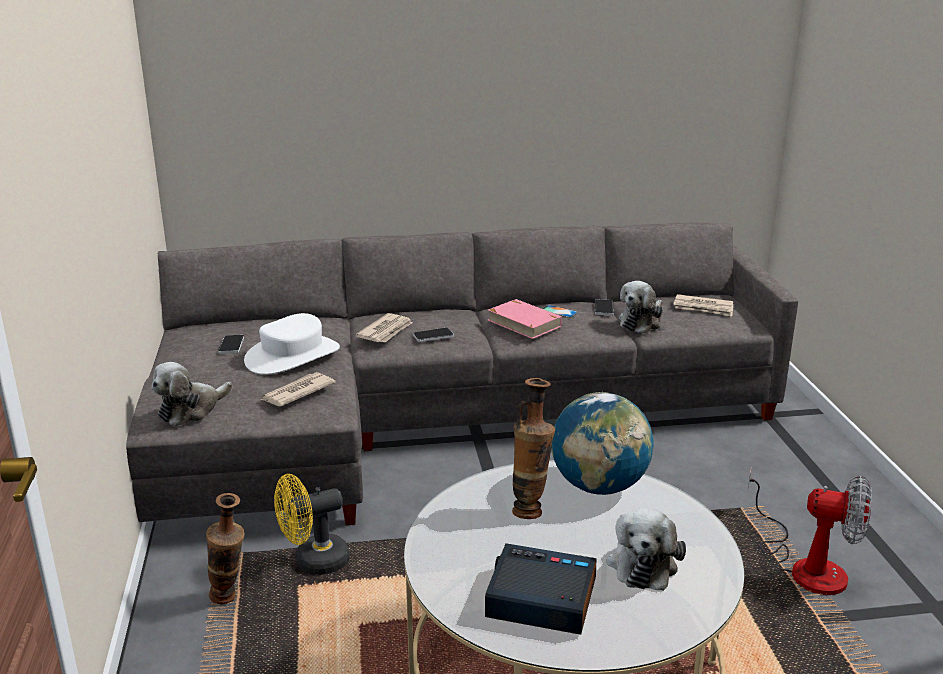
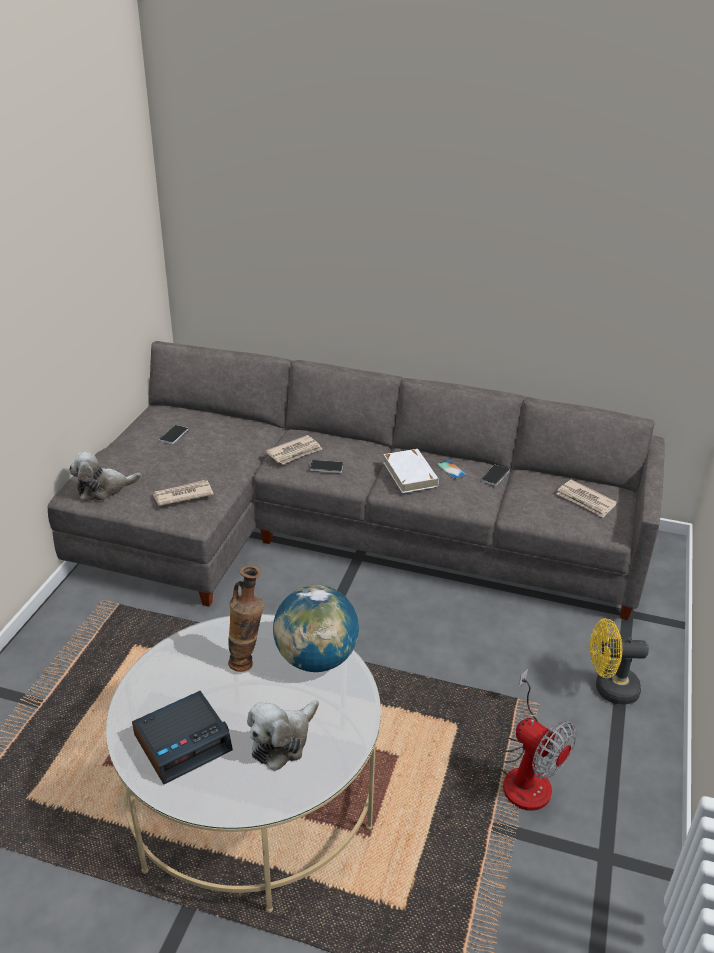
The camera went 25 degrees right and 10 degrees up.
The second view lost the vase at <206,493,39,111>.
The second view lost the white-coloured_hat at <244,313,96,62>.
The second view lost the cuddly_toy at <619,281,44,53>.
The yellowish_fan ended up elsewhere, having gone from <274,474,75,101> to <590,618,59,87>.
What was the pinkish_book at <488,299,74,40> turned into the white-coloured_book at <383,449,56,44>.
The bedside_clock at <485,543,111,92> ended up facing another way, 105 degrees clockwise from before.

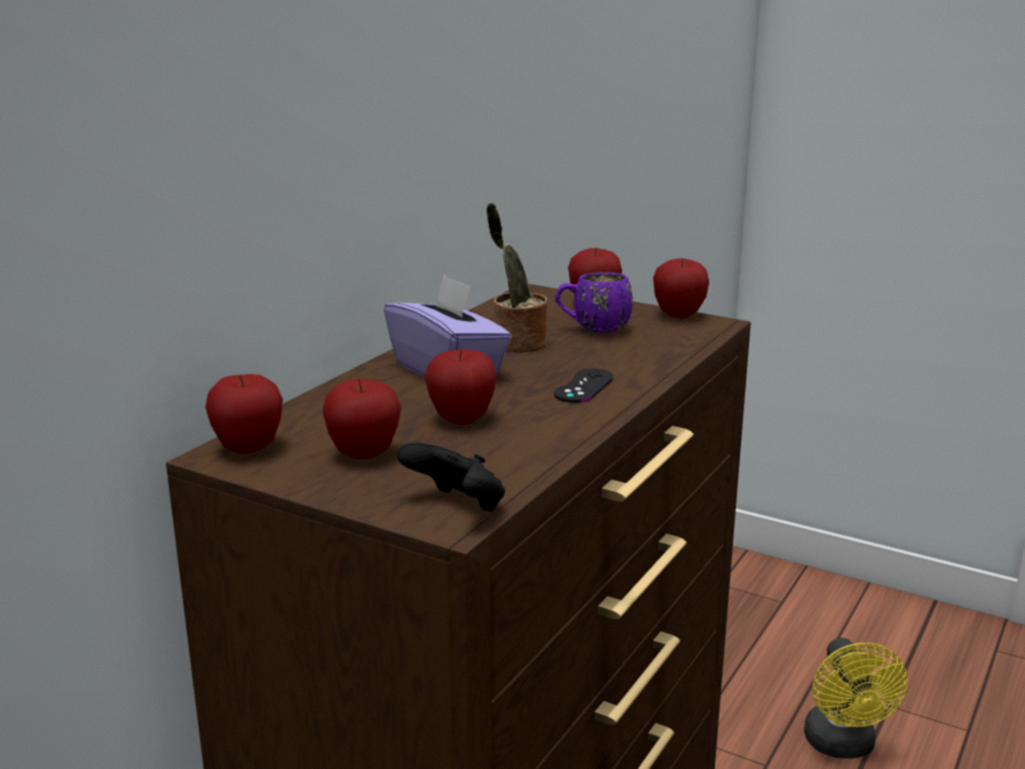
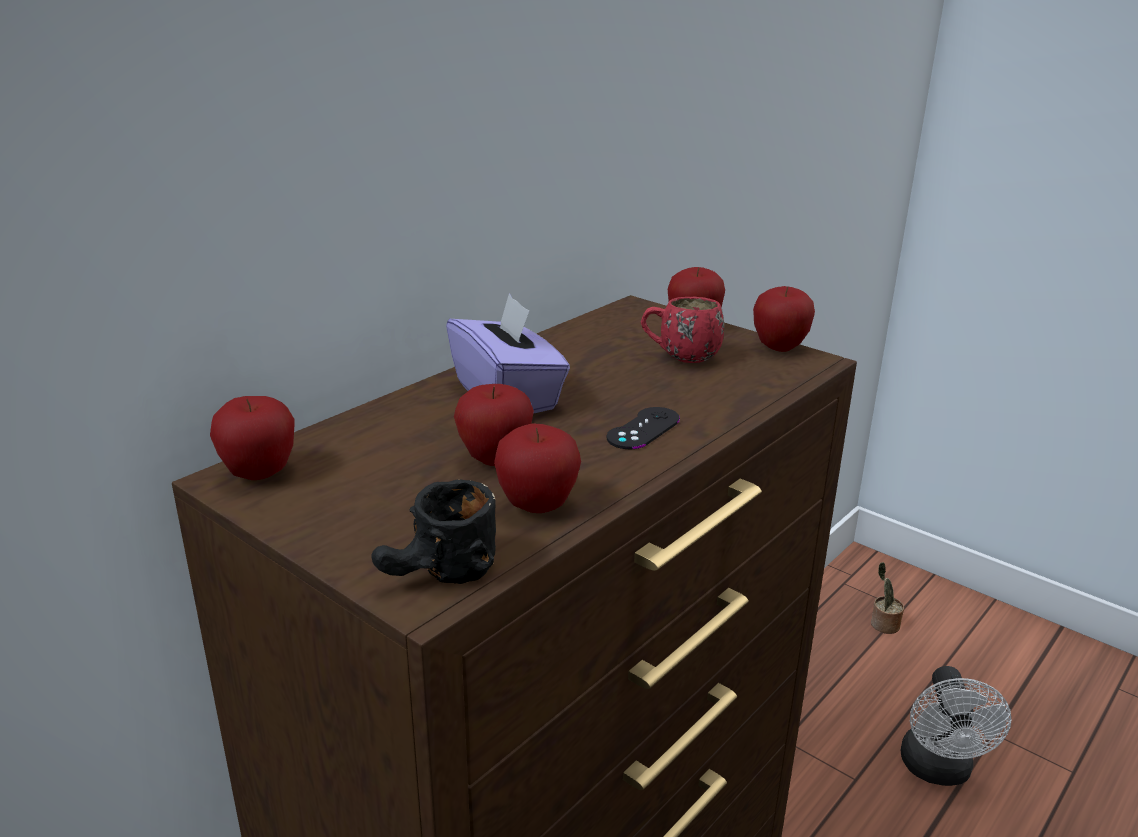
The camera went 10 degrees right and 5 degrees up.
The apple_fruit ended up elsewhere, having gone from <323,379,78,80> to <494,423,87,90>.
The plant_in_a_pot ended up elsewhere, having gone from <487,203,60,149> to <871,562,33,72>.
Where the blackish_game_controller stood at <397,442,108,70>, the blackish_mug came to stand at <371,480,125,104>.
What was the purple_mug at <555,272,78,61> turned into the red-coloured_mug at <641,297,83,66>.
What was the yellowish_fan at <804,638,104,121> turned into the white-coloured_fan at <901,666,110,120>.

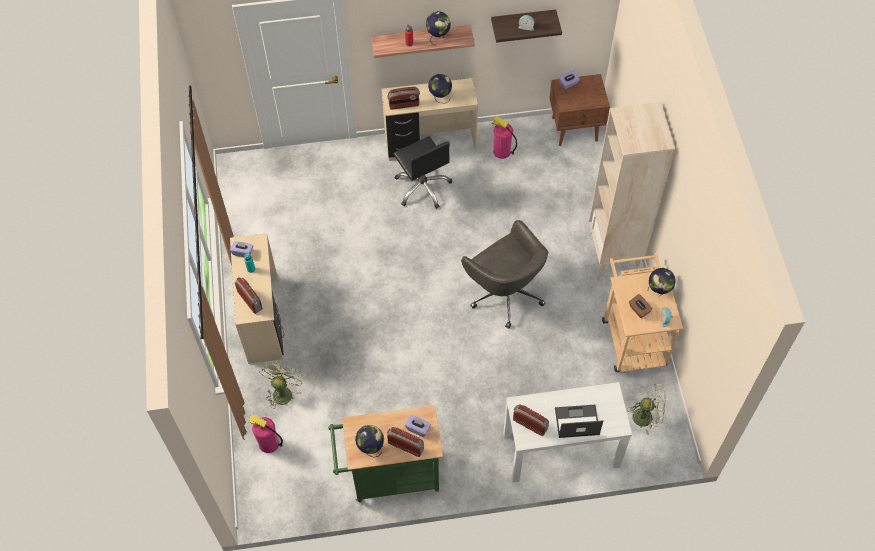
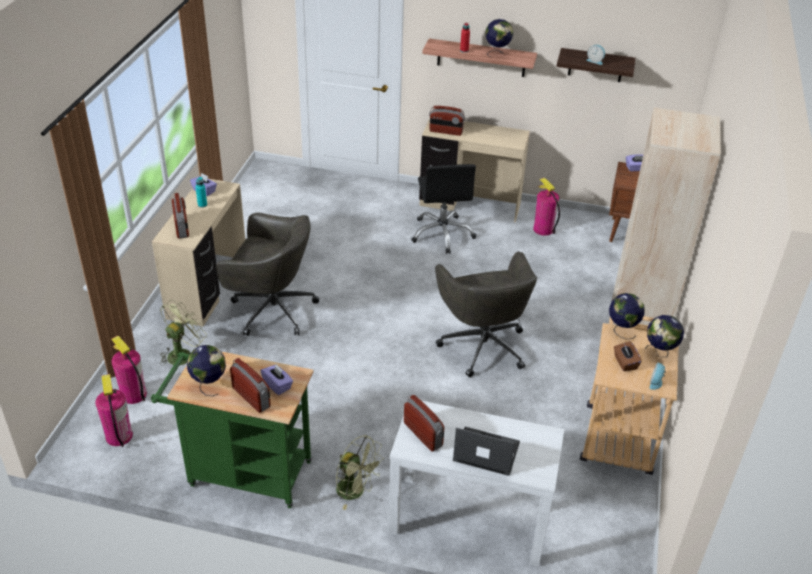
The camera went 20 degrees right and 20 degrees down.
The second view gained the extinguisher at <95,374,38,73>.
The second view gained the gray_office_chair at <216,213,103,123>.
The desk_globe ended up elsewhere, having gone from <428,74,24,29> to <609,293,36,46>.
The greenish_fan ended up elsewhere, having gone from <628,383,38,52> to <336,435,48,75>.

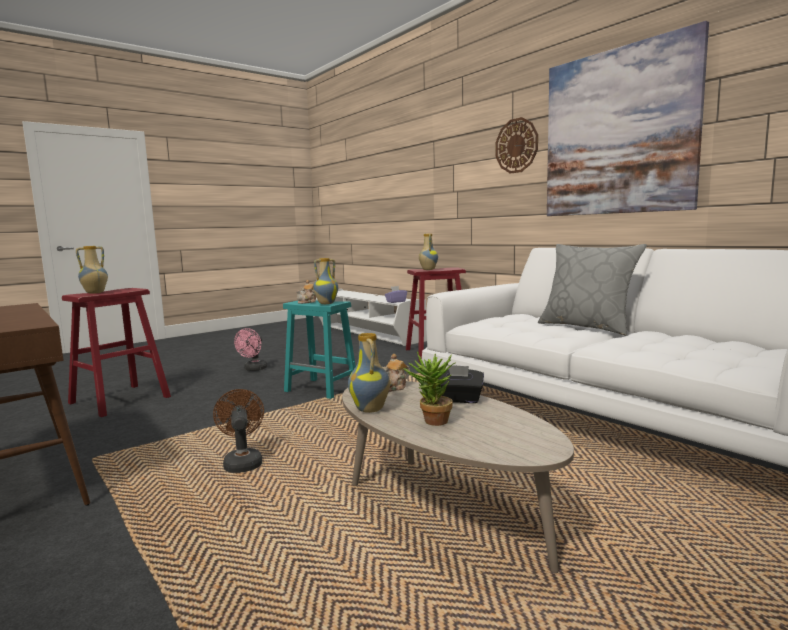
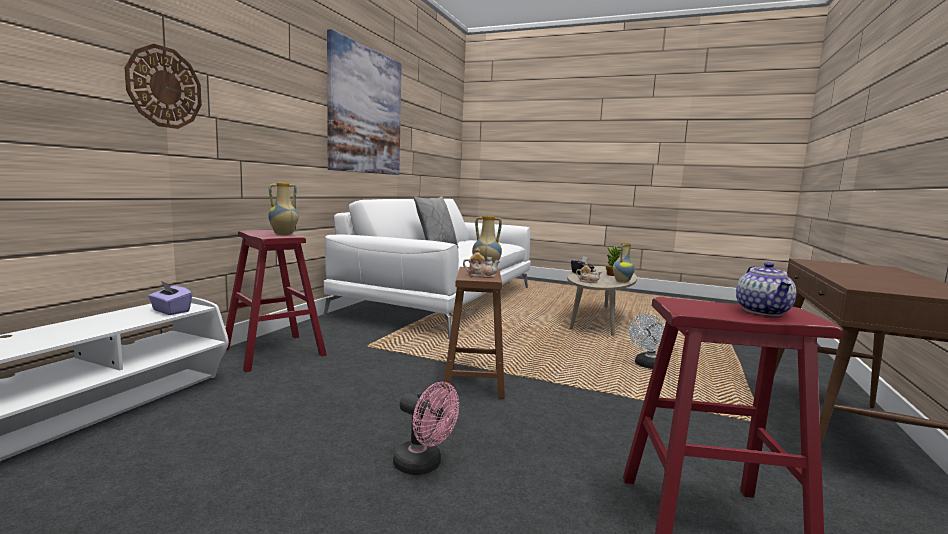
The camera went 120 degrees left and 0 degrees up.
The hanging_clock ended up elsewhere, having gone from <495,117,43,57> to <125,44,77,85>.
Where the vase stood at <76,246,32,48>, the tea_pot came to stand at <736,262,60,54>.
What was the brown_fan at <213,389,51,84> turned into the white-coloured_fan at <629,313,36,56>.
What was the blue-green_stool at <283,300,73,99> turned into the brown_stool at <443,267,62,132>.
The pinkish_fan at <234,328,34,43> ended up facing another way, 45 degrees clockwise from before.

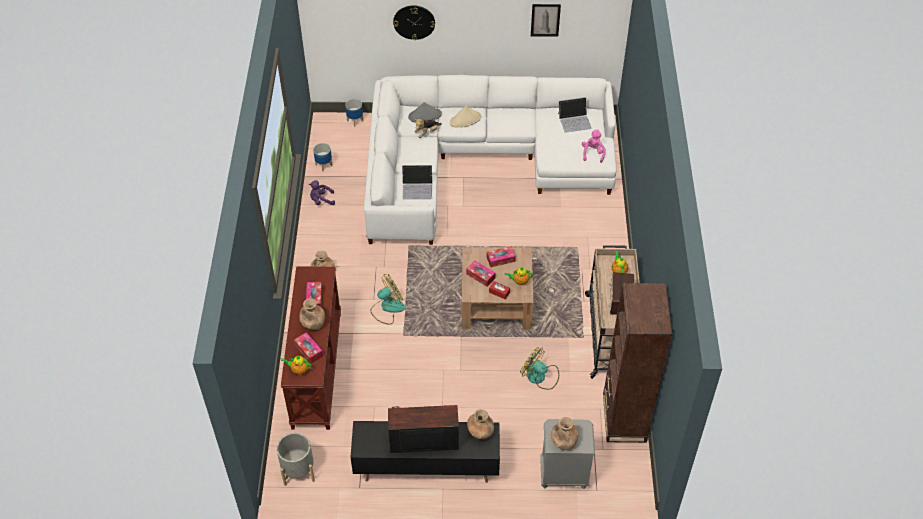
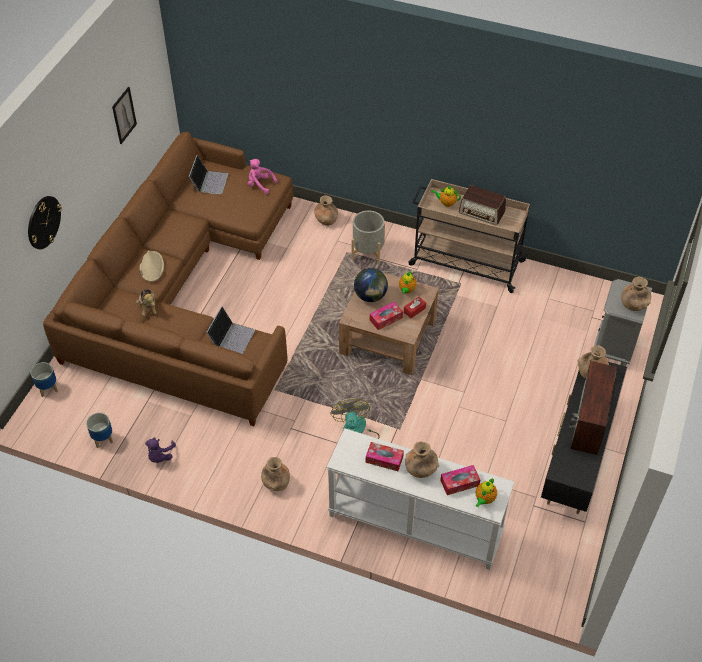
The camera went 70 degrees left and 0 degrees up.
The second view lost the gray_hat at <408,102,34,21>.
The second view lost the fan at <520,347,39,43>.
The second view lost the brown_shelving_unit at <603,283,69,160>.
The second view gained the brown_vase at <314,196,24,30>.
The gray_plant_pot ended up elsewhere, having gone from <276,432,39,54> to <352,211,33,52>.
Where the tissue_holder stood at <487,246,29,21>, the desk_globe came to stand at <354,268,34,34>.
What was the brown_console_table at <281,266,60,164> turned into the white-coloured_console_table at <327,428,187,142>.
What was the white-coloured_settee at <364,75,253,170> turned into the brown_settee at <43,132,250,294>.

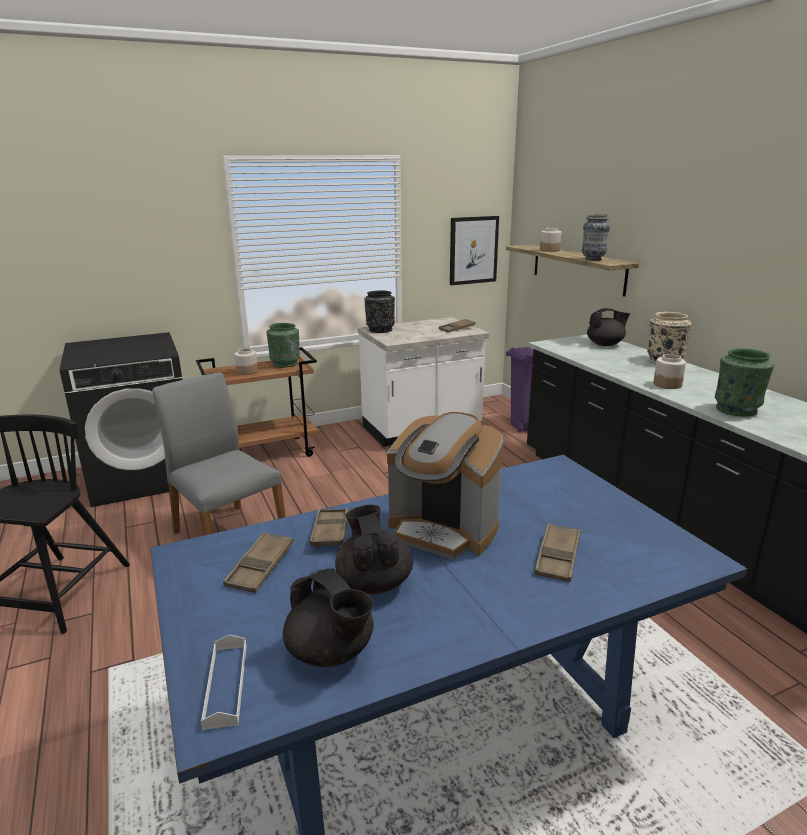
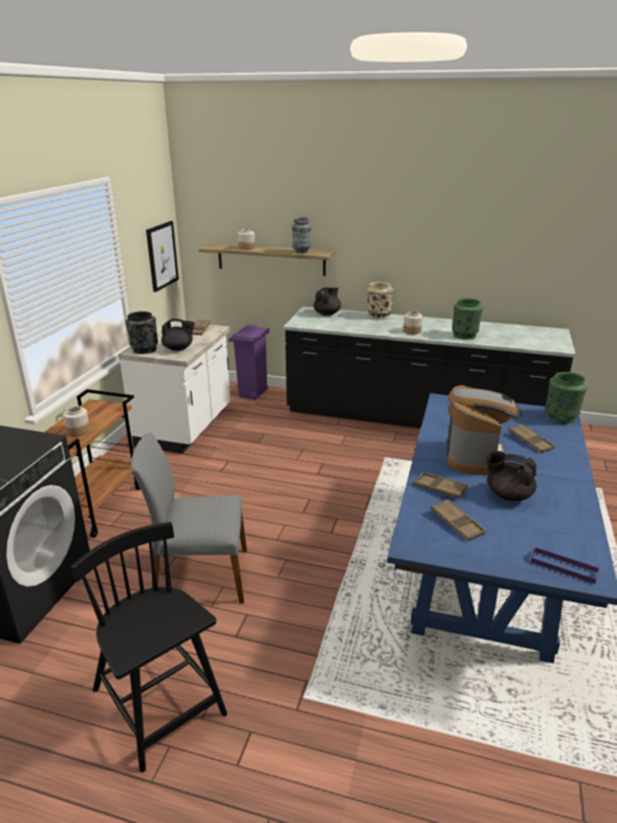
The camera went 50 degrees left and 5 degrees up.
The greenish_vase ended up elsewhere, having gone from <266,323,34,45> to <545,372,43,52>.
The blackish_tea_pot ended up elsewhere, having gone from <283,568,91,99> to <161,319,34,32>.
What was the white-coloured_tray at <201,634,46,96> turned into the purple_tray at <531,547,69,37>.
The coffee_machine at <387,412,117,148> ended up facing another way, 60 degrees counterclockwise from before.

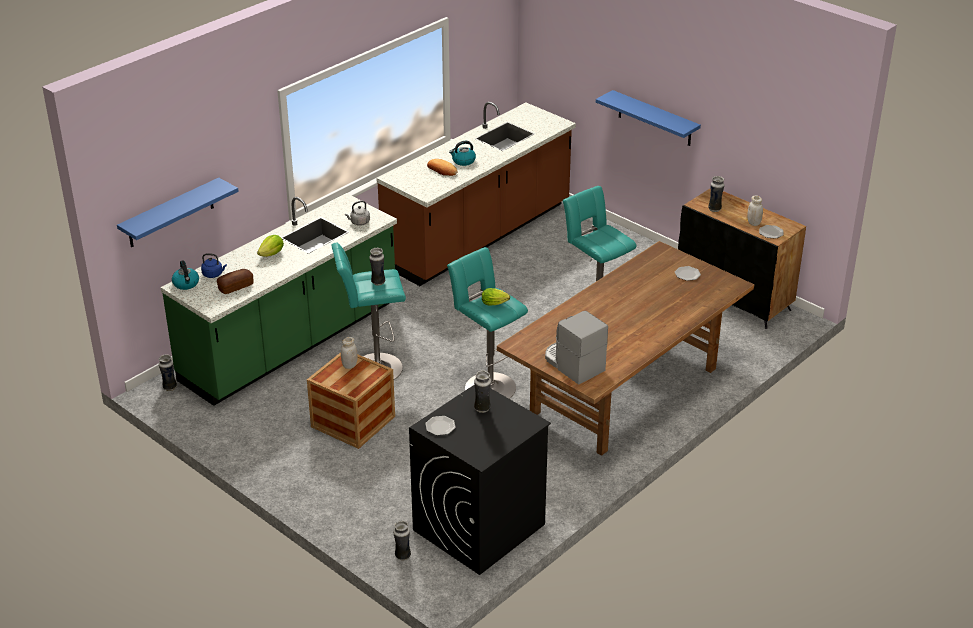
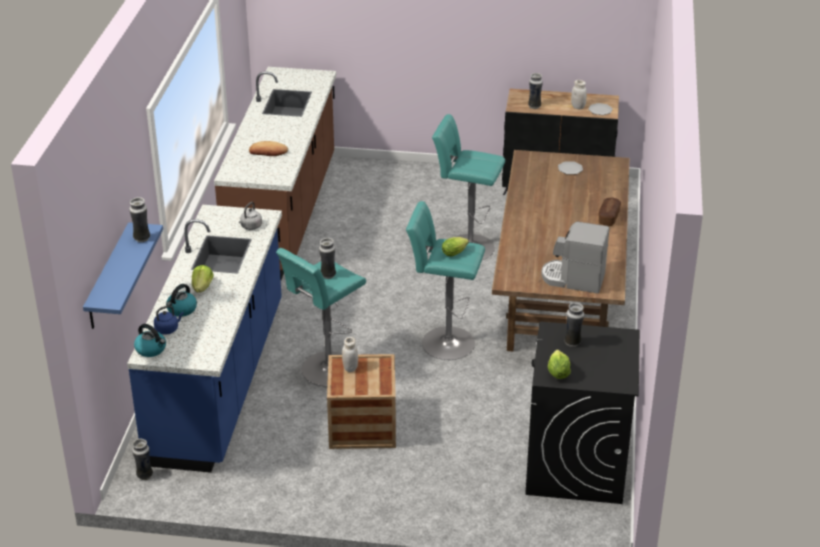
The camera went 35 degrees left and 0 degrees up.
The second view lost the blue_wall_shelf at <596,90,105,56>.
The bread ended up elsewhere, having gone from <217,269,37,25> to <598,198,23,28>.
The vase ended up elsewhere, having gone from <393,520,18,41> to <129,197,21,45>.
The kettle ended up elsewhere, having gone from <449,141,27,25> to <166,284,31,33>.
Where the plate stood at <425,416,31,19>, the head_of_lettuce came to stand at <548,350,23,29>.
What was the greenish_kitchen_counter at <160,193,237,213> turned into the blue_kitchen_counter at <127,205,155,268>.

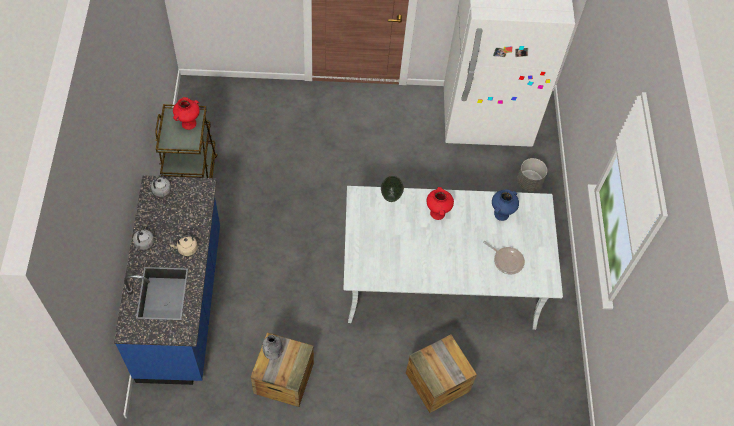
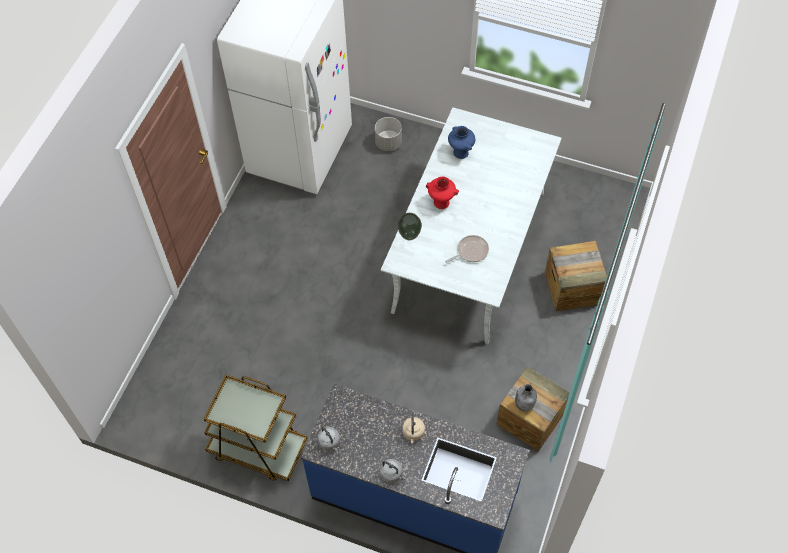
The camera went 65 degrees left and 0 degrees up.
The second view lost the red-coloured_vase at <173,97,27,33>.
The frying_pan ended up elsewhere, having gone from <483,241,42,34> to <445,235,44,28>.

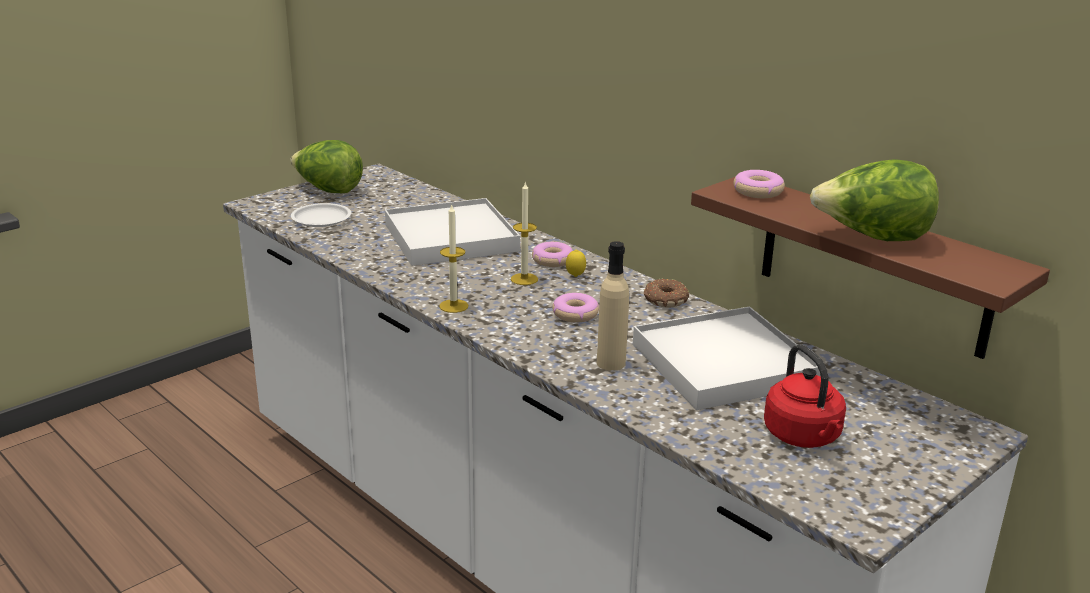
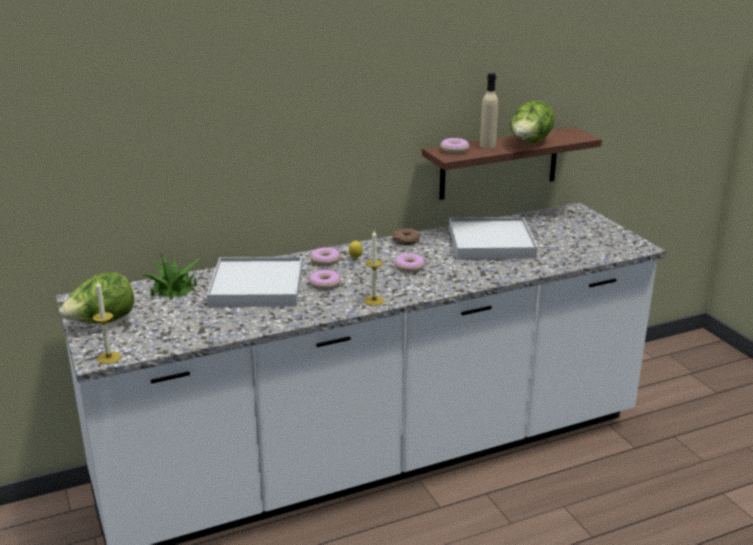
The camera went 70 degrees left and 0 degrees up.
The second view lost the white-coloured_plate at <291,203,60,24>.
The second view lost the red-coloured_kettle at <764,344,82,104>.
The second view gained the plant_in_a_pot at <143,253,58,47>.
The second view gained the donut at <309,270,32,20>.
The wax_candle ended up elsewhere, having gone from <511,182,27,103> to <93,280,28,84>.
The beige_beverage_bottle ended up elsewhere, having gone from <597,241,32,130> to <480,73,18,75>.

